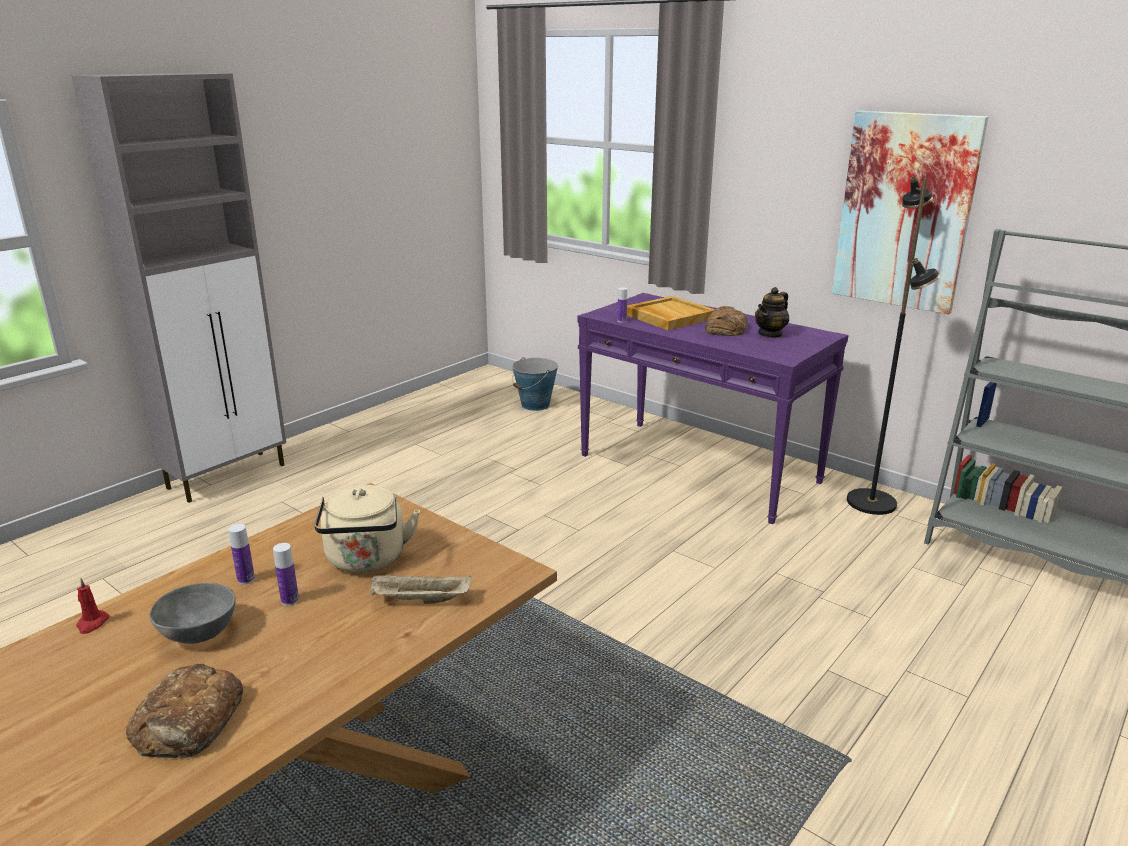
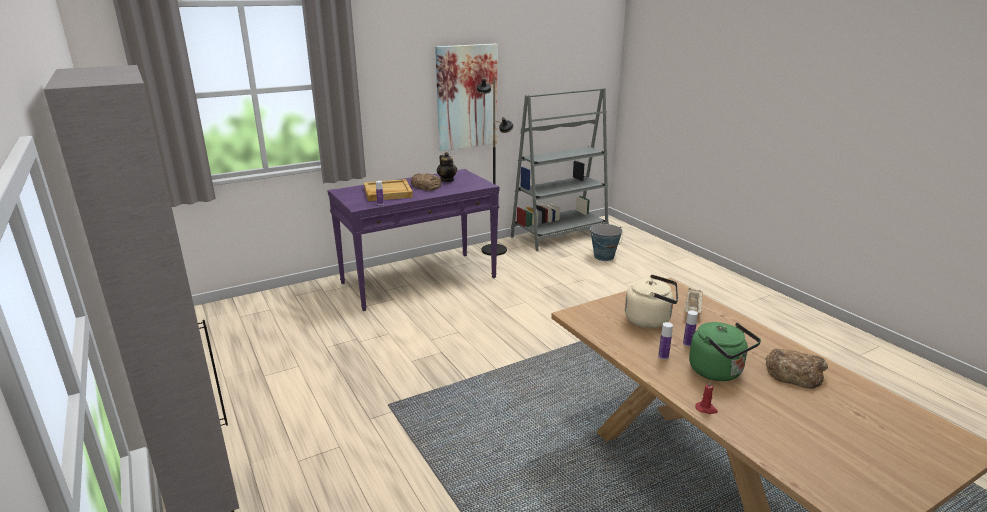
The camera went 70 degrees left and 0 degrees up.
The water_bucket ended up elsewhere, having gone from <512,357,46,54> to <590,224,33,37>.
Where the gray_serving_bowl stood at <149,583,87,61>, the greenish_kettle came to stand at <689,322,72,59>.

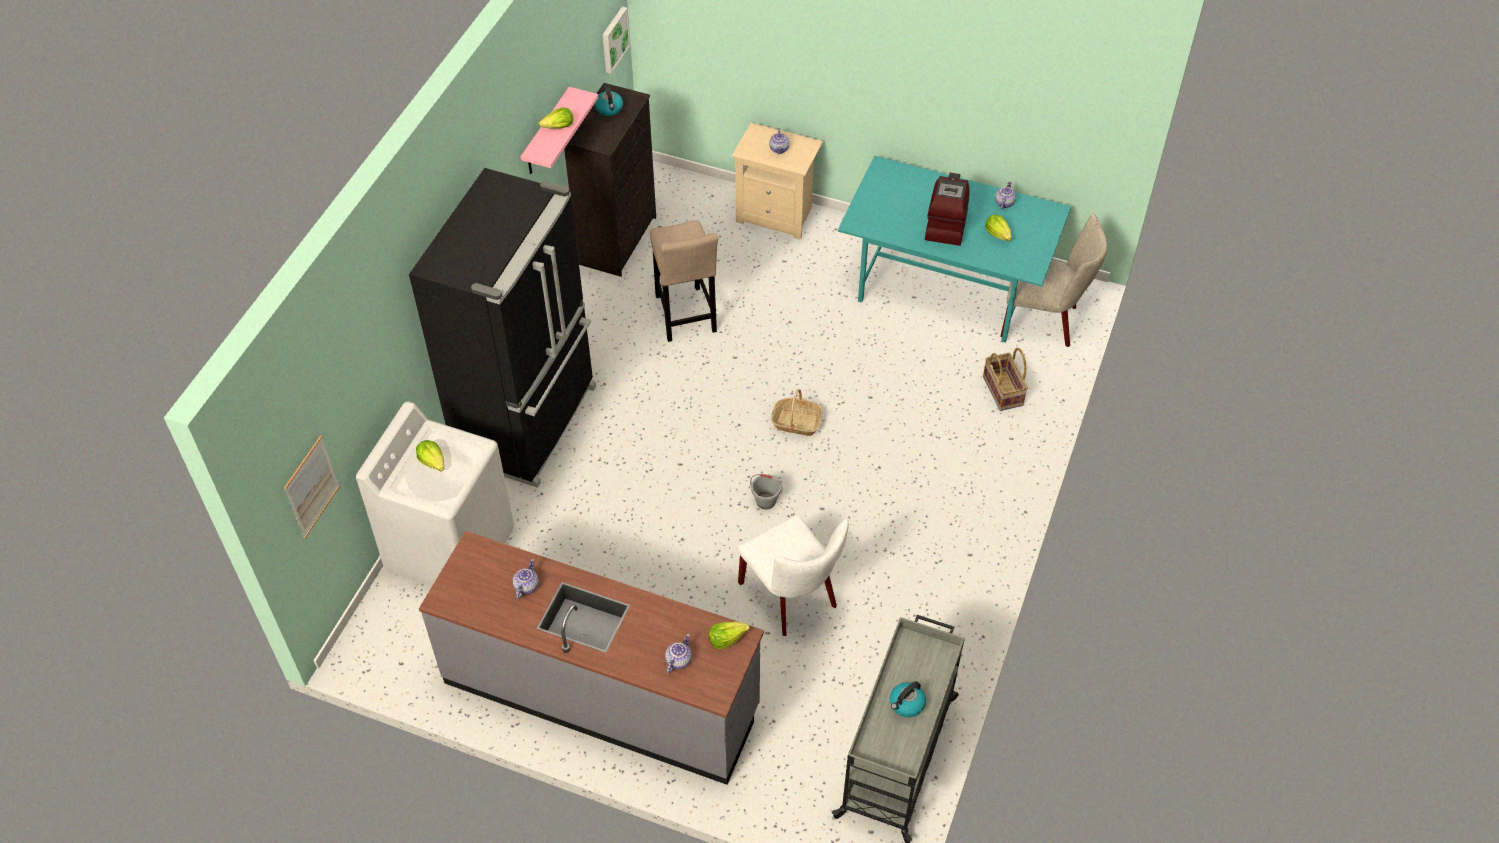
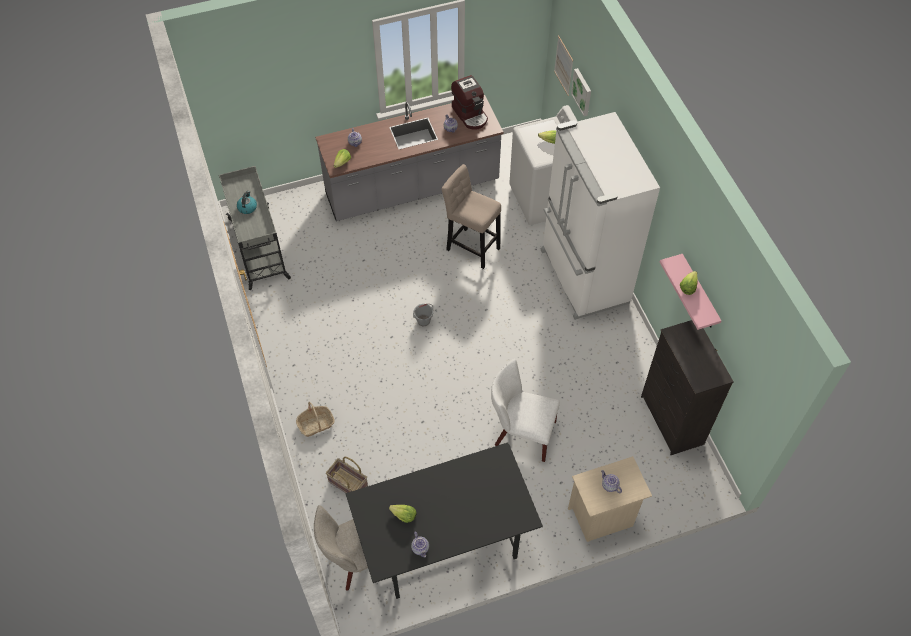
The camera went 140 degrees right and 5 degrees up.
The second view lost the kettle at <594,84,29,32>.
The wall_art ended up elsewhere, having gone from <603,6,27,68> to <571,68,20,48>.
The beige_stool ended up elsewhere, having gone from <650,220,68,122> to <441,164,60,105>.
The white-coloured_chair ended up elsewhere, having gone from <738,514,111,122> to <491,359,69,103>.
The storage_basket ended up elsewhere, having gone from <771,389,51,47> to <296,402,39,35>.
The coffee_machine ended up elsewhere, having gone from <925,173,44,73> to <451,75,37,55>.
What was the blackish_refrigerator at <409,168,187,320> turned into the white-coloured_refrigerator at <541,112,119,208>.
What was the blue-green_kitchen_table at <838,156,233,187> turned into the blackish_kitchen_table at <346,443,197,156>.

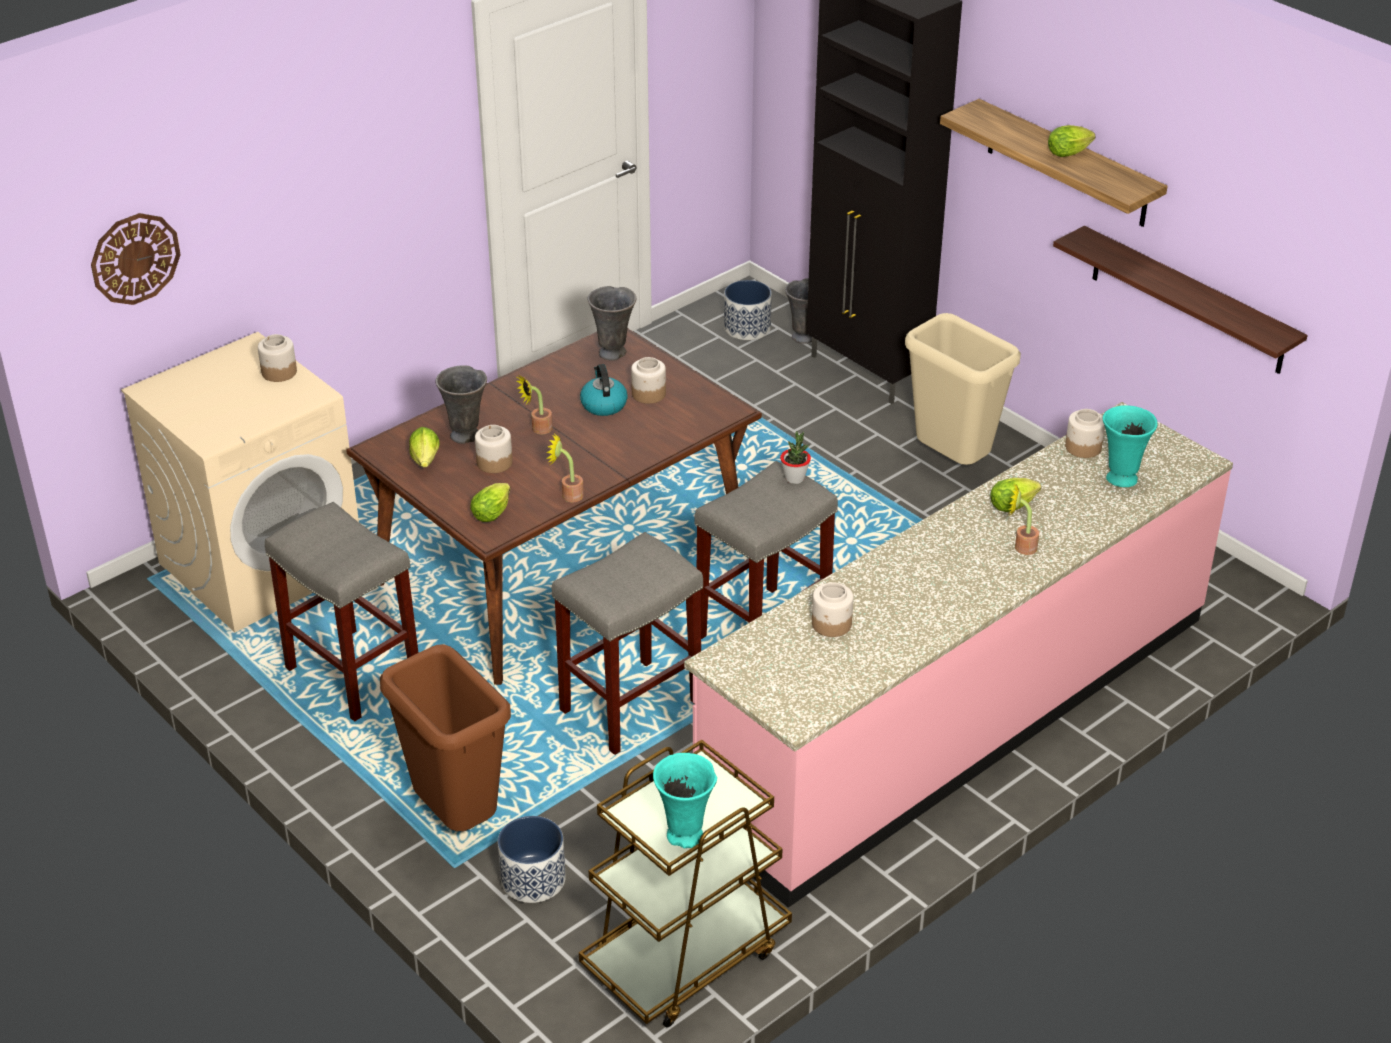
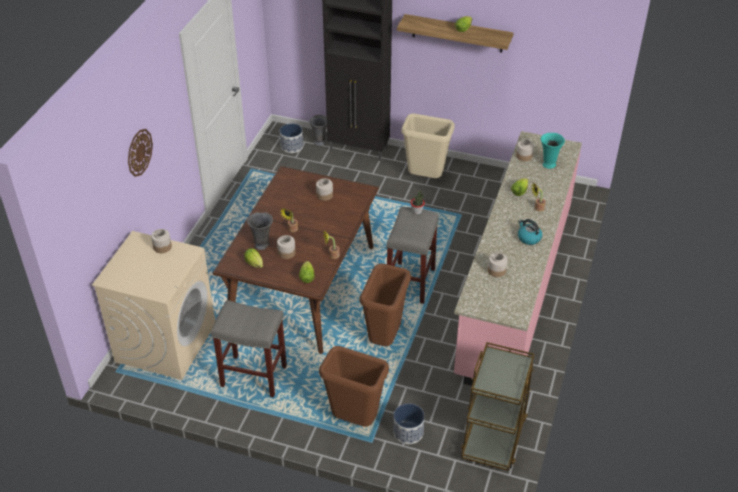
The camera went 30 degrees left and 5 degrees up.
The second view lost the gray_vase at <587,286,49,75>.
The second view lost the blue-green_vase at <653,753,64,95>.
The second view lost the wall_shelf at <1053,226,255,148>.
The hanging_clock ended up elsewhere, having gone from <91,213,90,92> to <128,129,25,48>.
The kettle ended up elsewhere, having gone from <580,364,48,52> to <518,219,24,26>.
Where the gray_stool stood at <552,532,151,223>, the brown_rubbish_bin came to stand at <360,263,51,83>.

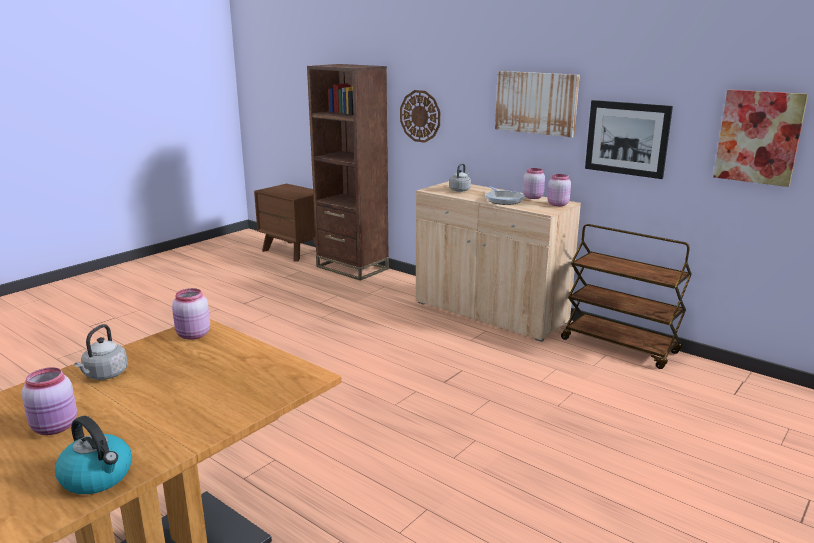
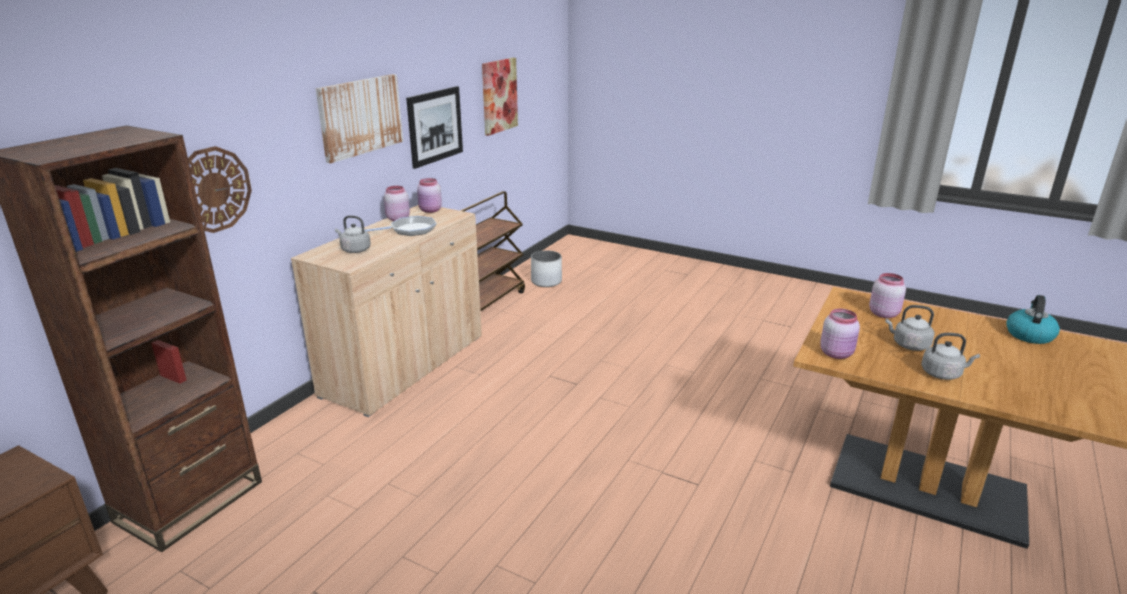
The camera went 100 degrees left and 5 degrees up.
The second view gained the white-coloured_plant_pot at <531,250,31,37>.
The second view gained the gray_kettle at <885,305,49,46>.
The pinkish_preserve_jar ended up elsewhere, having gone from <22,367,55,68> to <869,273,37,45>.

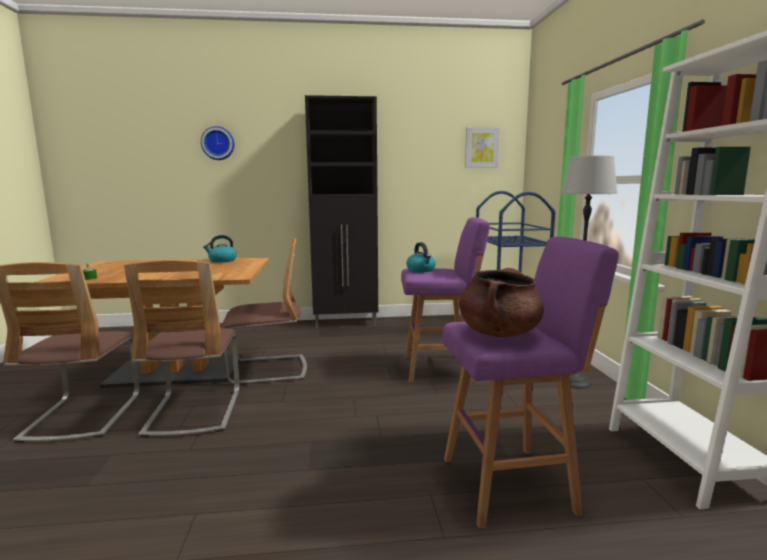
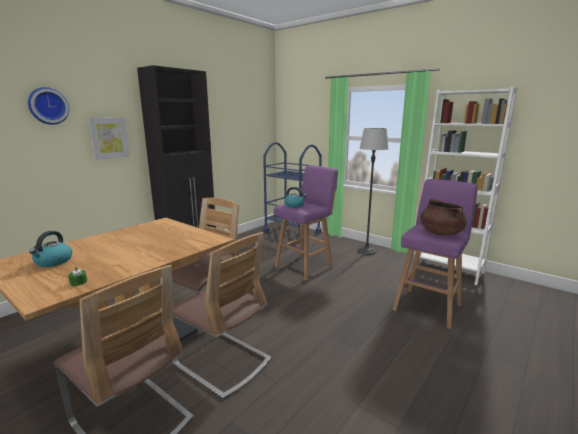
The camera went 45 degrees left and 5 degrees up.
The kettle ended up elsewhere, having gone from <203,235,34,28> to <29,231,43,36>.
The wall_art ended up elsewhere, having gone from <465,127,35,41> to <88,118,42,42>.

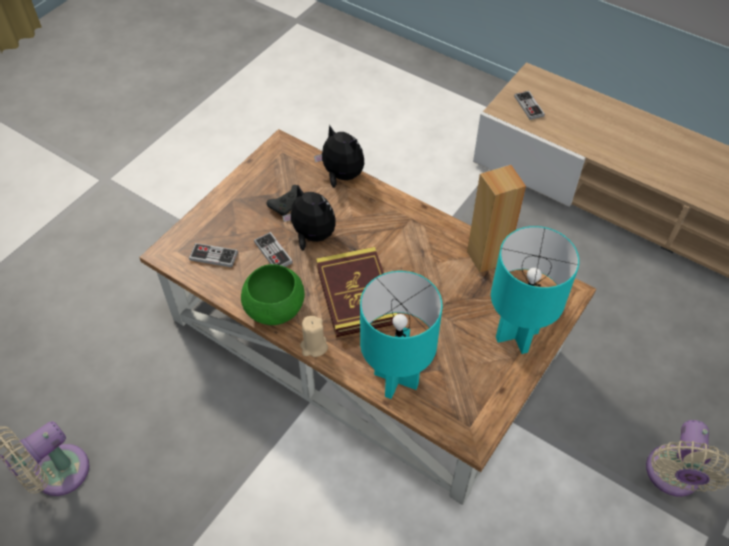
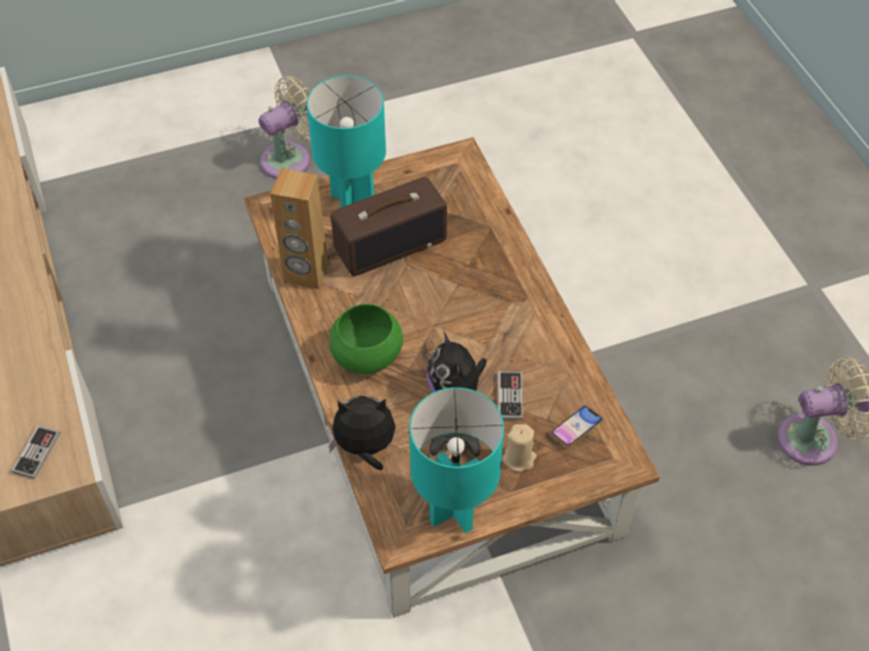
The camera went 145 degrees left and 0 degrees up.
The second view lost the book at <316,247,81,90>.
The second view gained the radio_set at <331,177,116,99>.
The greenish_serving_bowl ended up elsewhere, having gone from <241,264,64,61> to <329,304,74,70>.
The beige_wax_candle ended up elsewhere, having gone from <300,316,28,41> to <502,424,35,48>.
The blue-green_tabletop_lamp ended up elsewhere, having gone from <360,271,83,128> to <409,387,95,146>.
Where the game_controller stood at <189,243,49,24>, the handset came to stand at <551,406,52,41>.
The cuddly_toy at <314,124,50,64> ended up facing another way, 105 degrees clockwise from before.

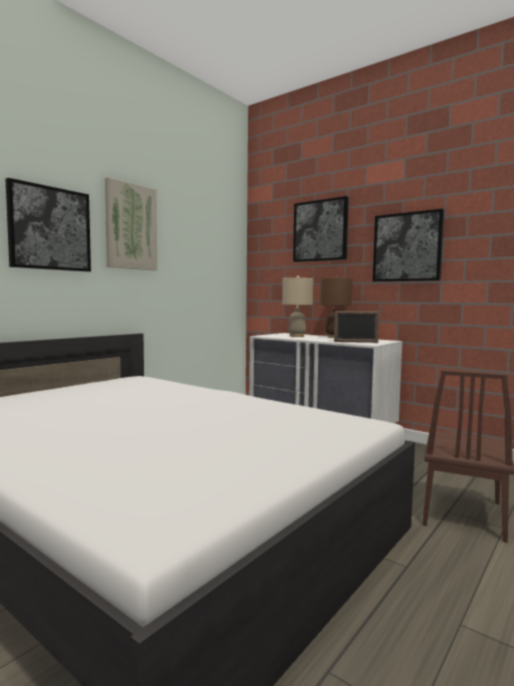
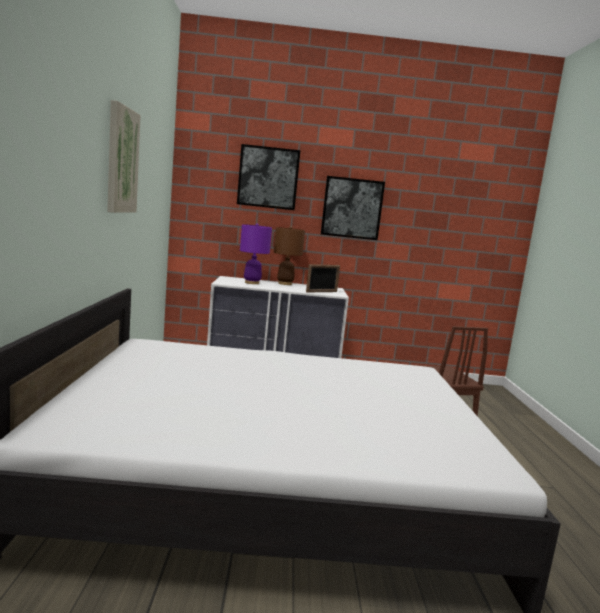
The camera went 40 degrees left and 5 degrees up.
The second view lost the wall_art at <6,178,85,94>.
What was the beige_tabletop_lamp at <282,276,31,61> turned into the purple_tabletop_lamp at <240,223,32,61>.

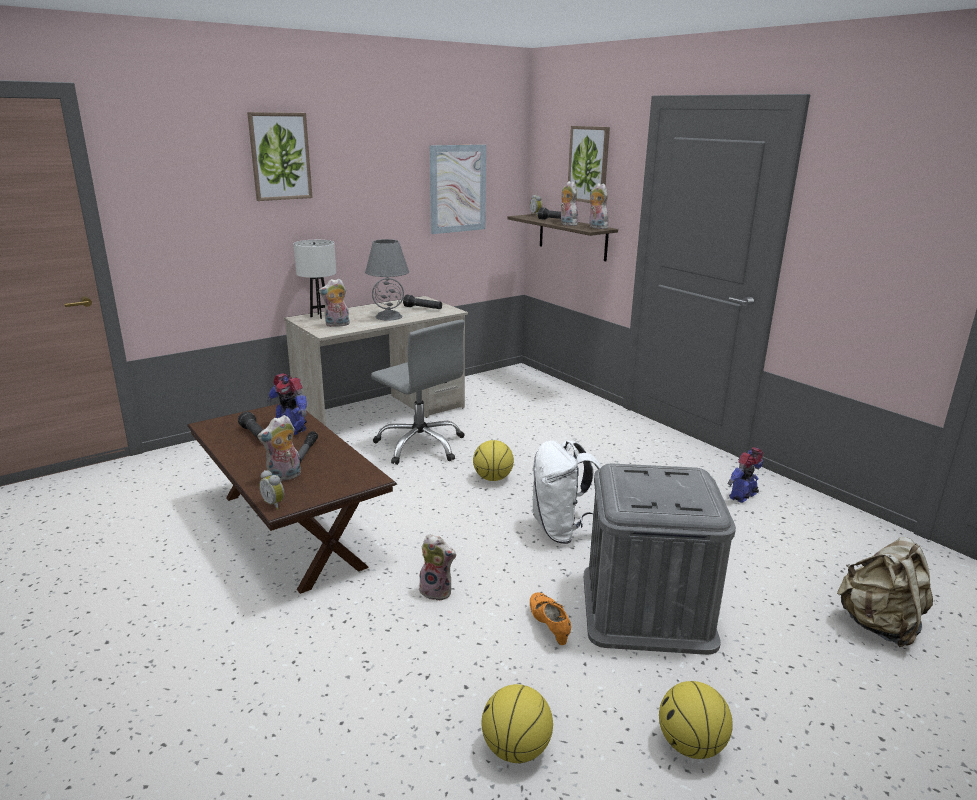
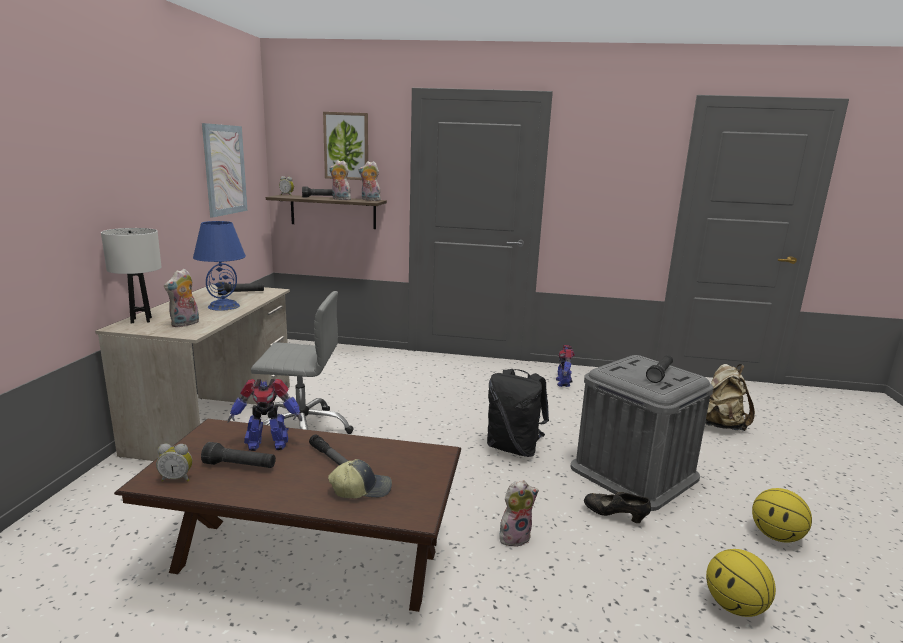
The camera went 45 degrees left and 5 degrees down.
The second view lost the wall_art at <247,112,66,89>.
The second view lost the ball_for_basketball at <473,440,41,41>.
The second view gained the blackish_torch at <646,355,27,28>.
The bedside_clock ended up elsewhere, having gone from <259,470,25,40> to <156,444,36,38>.
Where the cuddly_toy stood at <257,415,44,67>, the baseball_cap came to stand at <328,459,64,39>.
What was the gray_tabletop_lamp at <365,239,44,82> turned into the blue_tabletop_lamp at <193,221,53,90>.
What was the orange_shoe at <530,592,41,53> turned into the blackish_shoe at <584,492,67,31>.
What was the white-coloured_backpack at <531,440,70,104> turned into the blackish_backpack at <487,369,62,88>.

